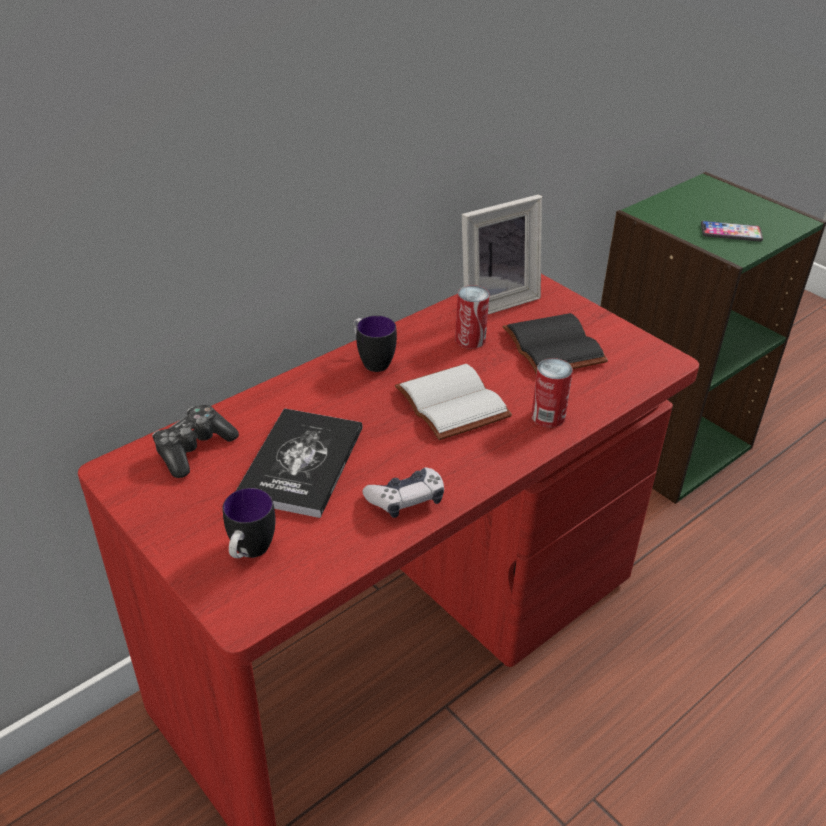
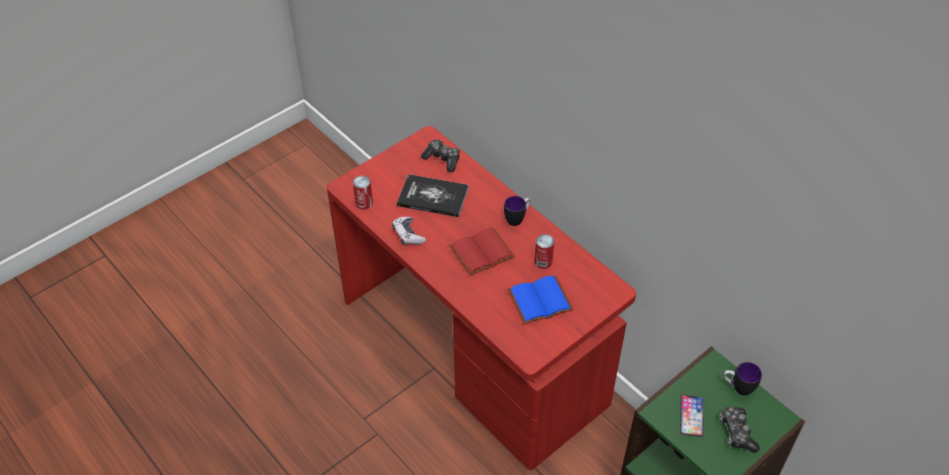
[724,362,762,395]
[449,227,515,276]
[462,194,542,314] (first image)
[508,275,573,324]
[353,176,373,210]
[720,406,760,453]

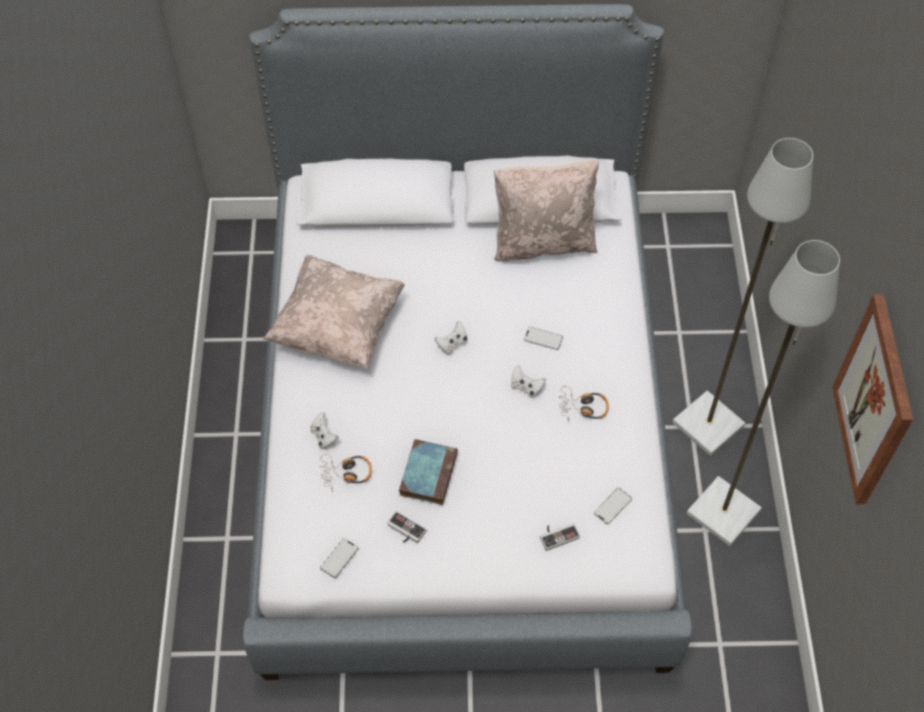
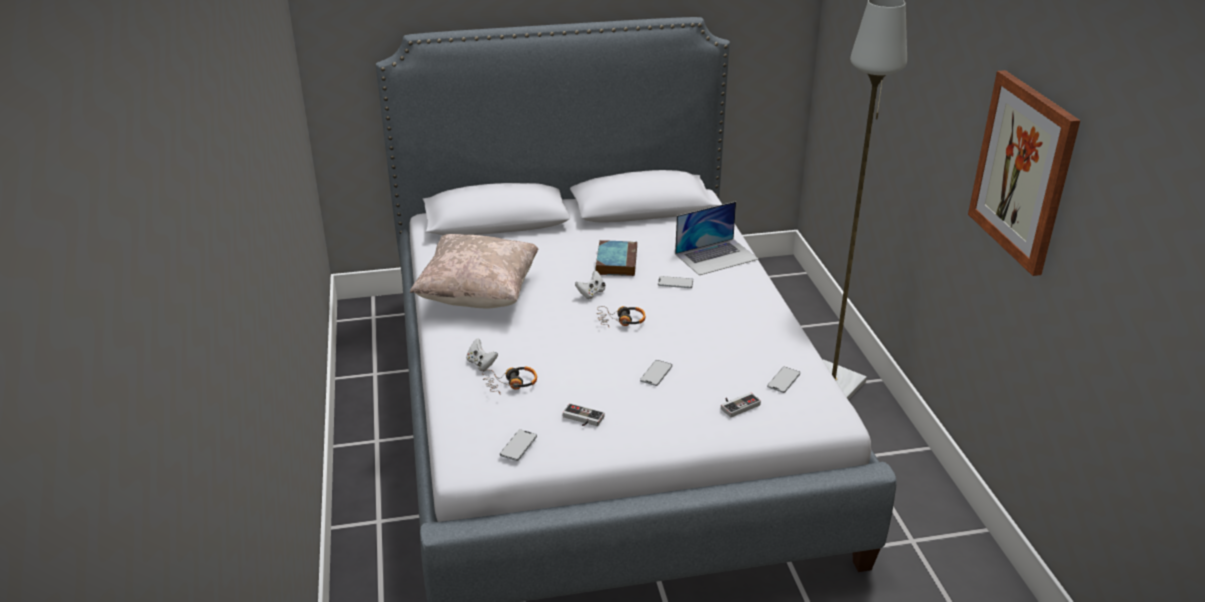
[595,240,637,276]
[494,160,599,261] (first image)
[511,365,546,398] (first image)
[596,306,646,327]
[686,240,840,546] (first image)
[640,360,672,386]
[675,201,759,275]

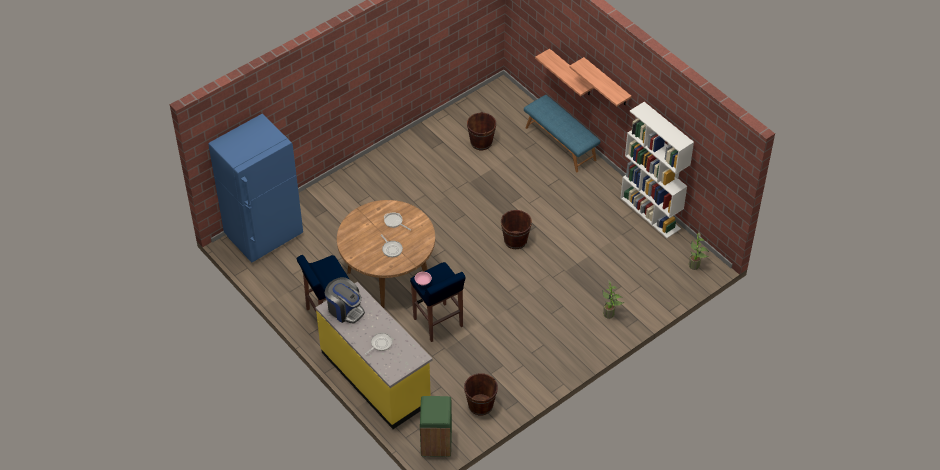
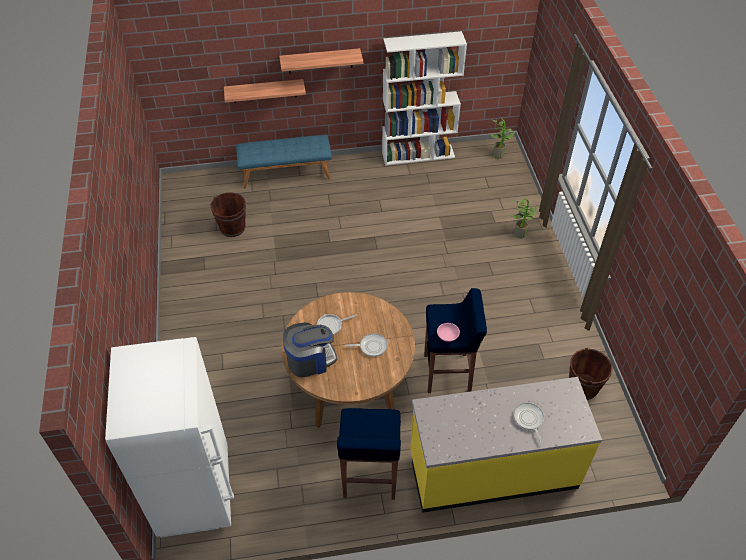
[105,337,234,537]
[283,323,337,377]
[420,396,452,457] (first image)
[501,210,532,249] (first image)

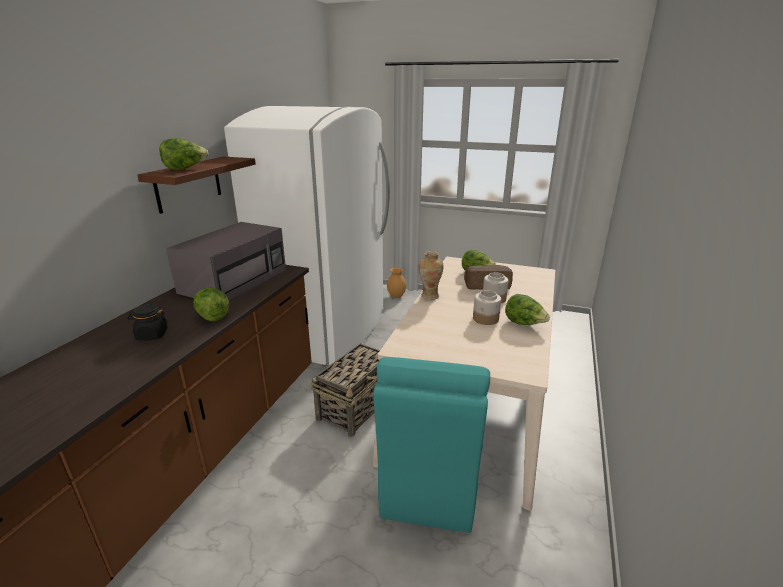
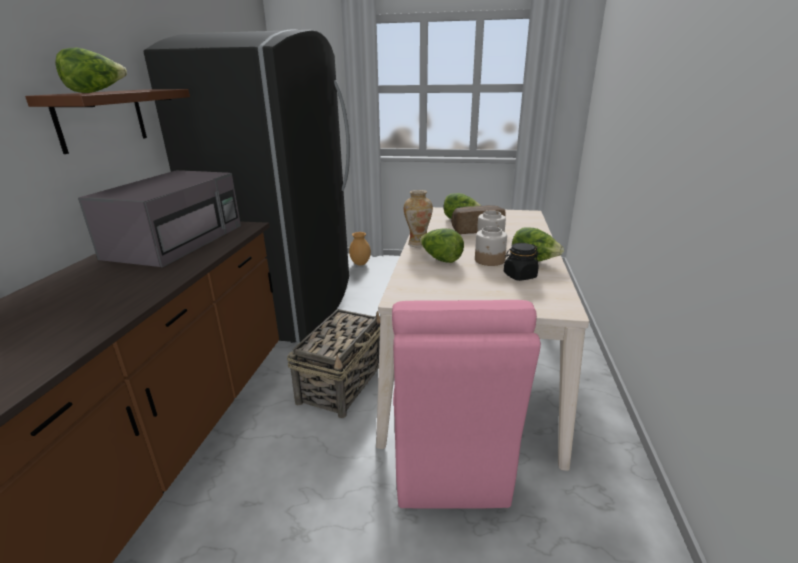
[504,243,539,281]
[419,229,464,263]
[144,29,350,343]
[392,300,541,509]

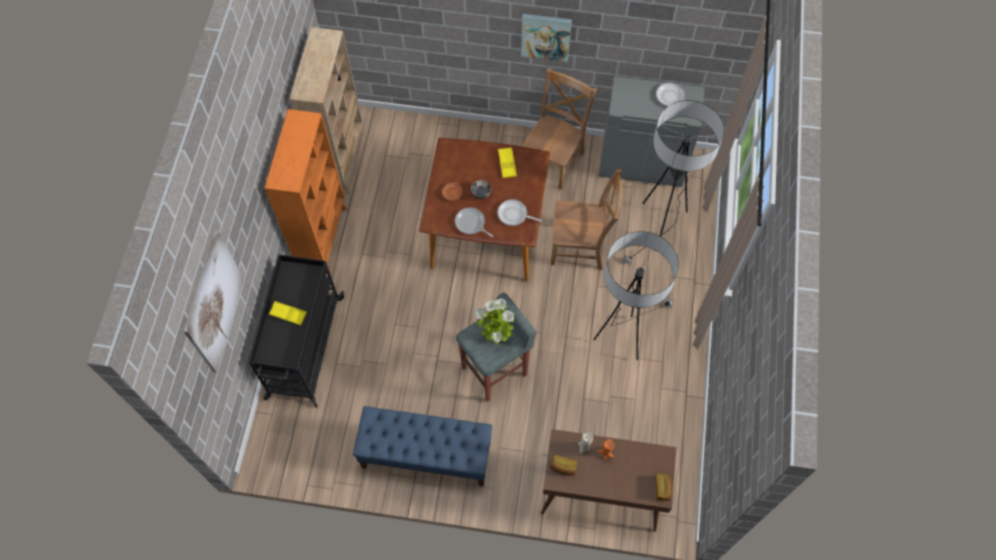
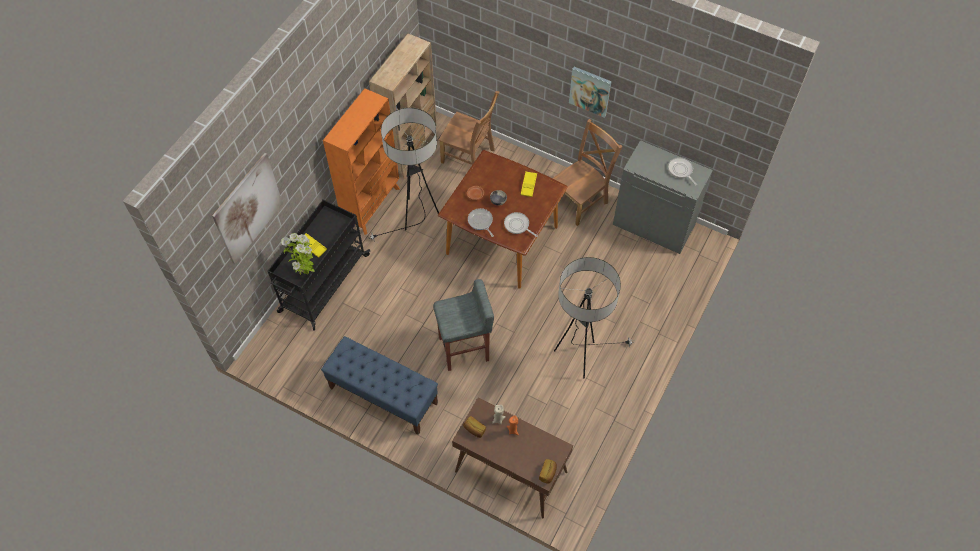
[281,233,315,275]
[439,91,500,165]
[368,108,439,241]

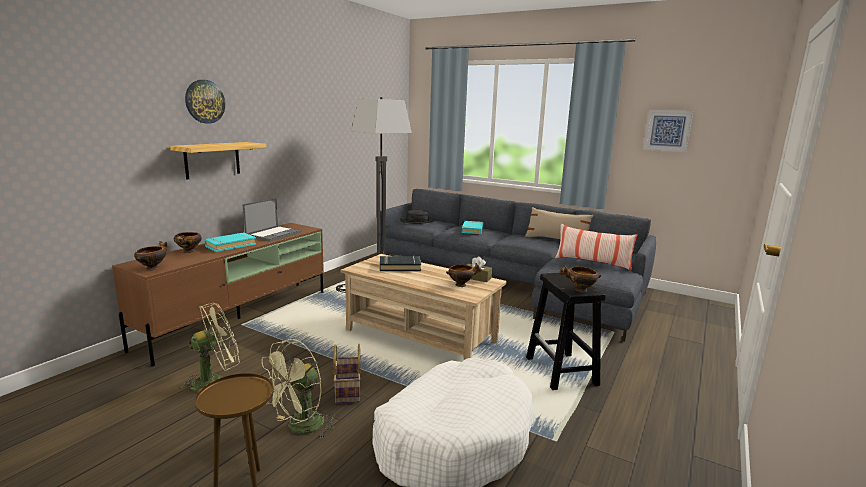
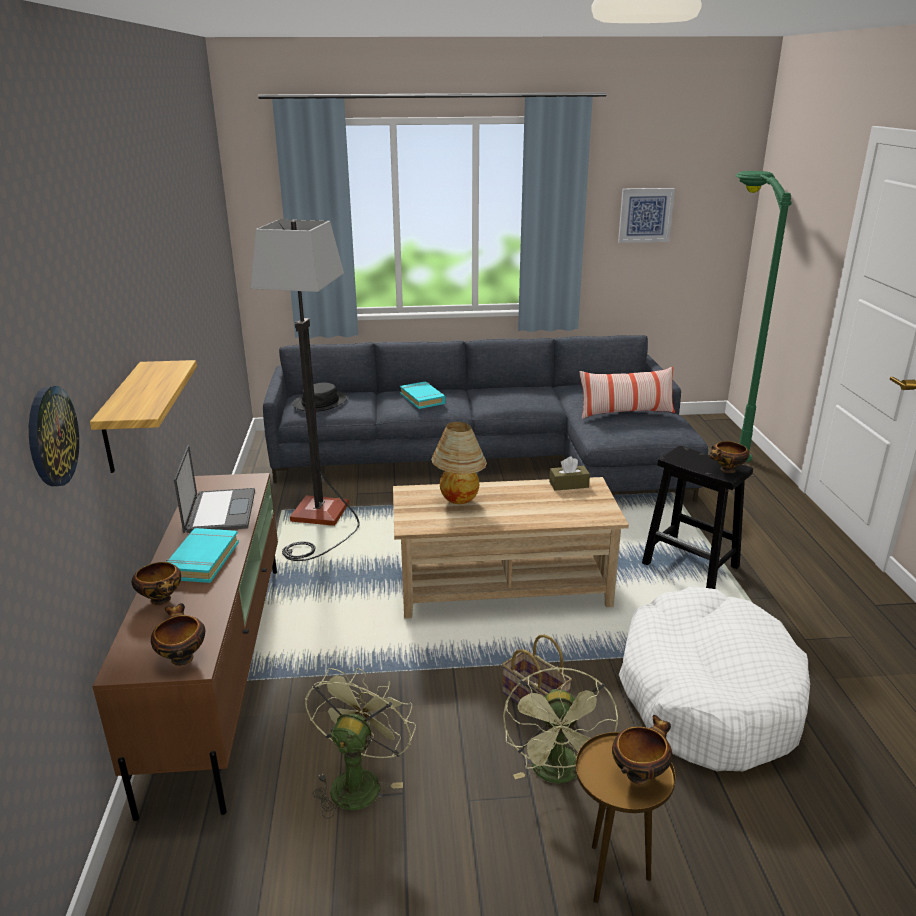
[29,386,79,486]
[431,422,487,504]
[612,715,672,785]
[525,207,593,240] (first image)
[735,171,792,462]

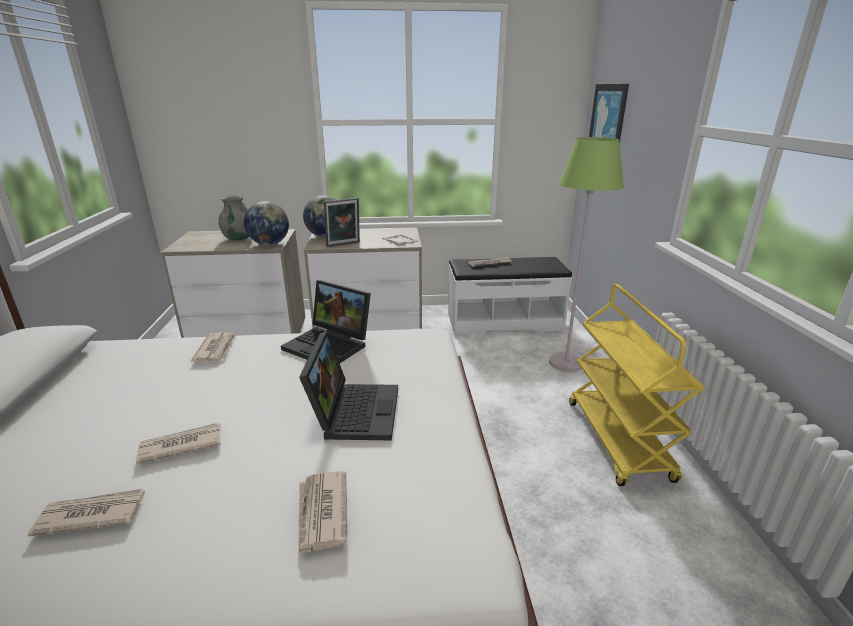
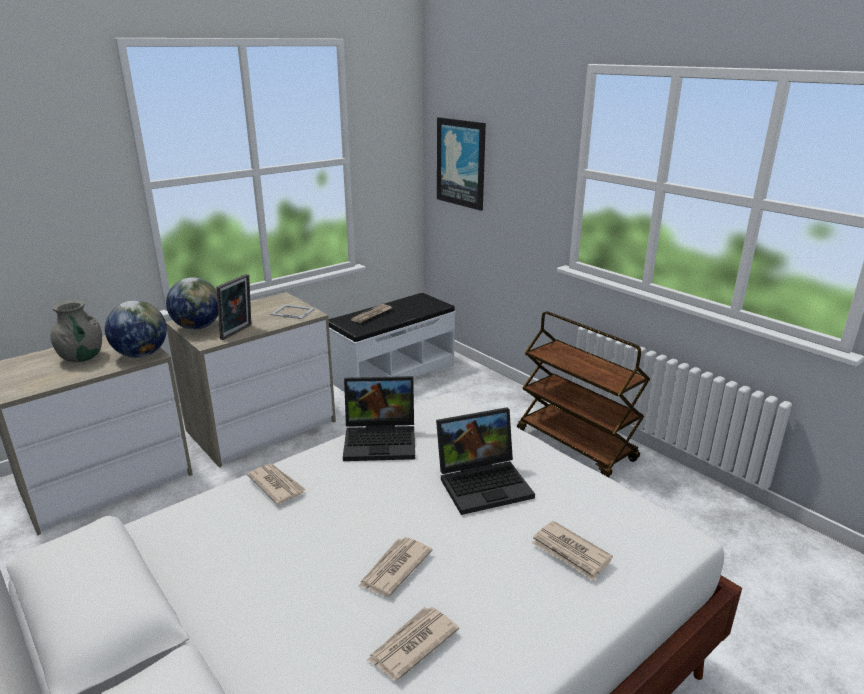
[436,407,535,515]
[549,137,624,372] (first image)
[517,311,650,477]

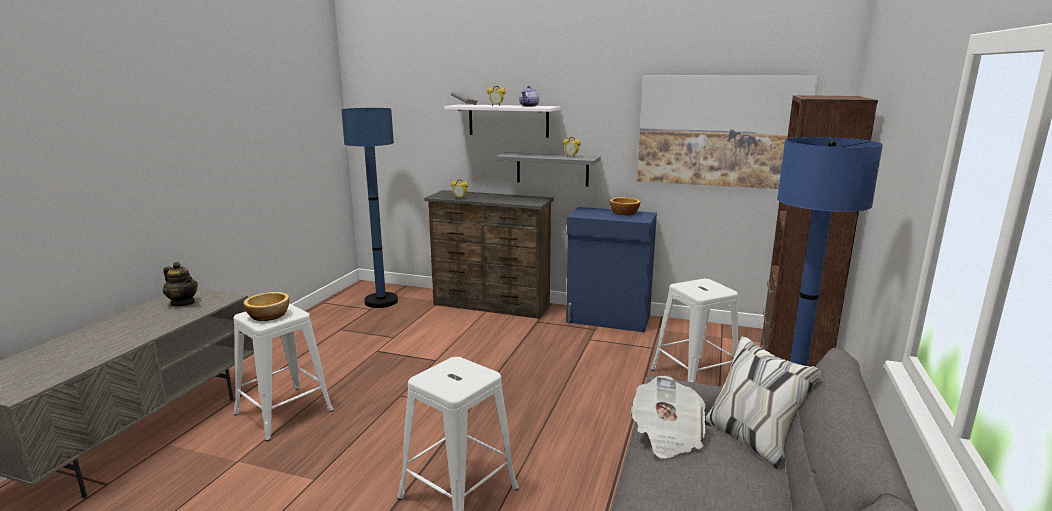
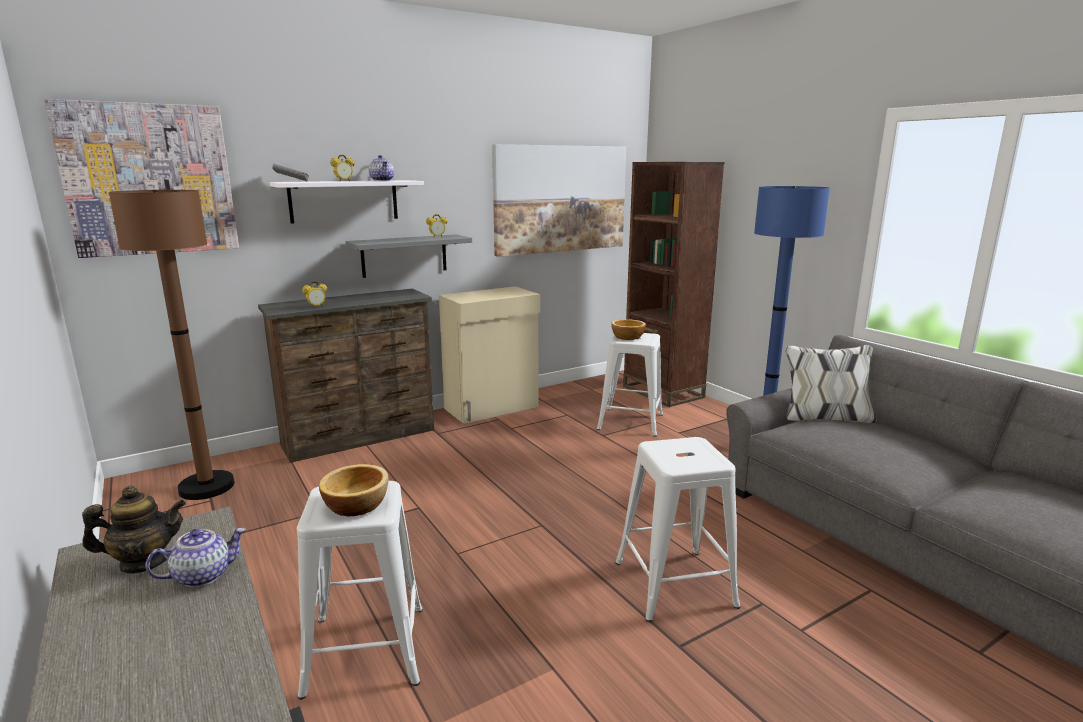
[109,190,235,500]
[439,286,540,424]
[611,319,646,340]
[630,376,705,458] (first image)
[44,99,239,258]
[145,528,246,587]

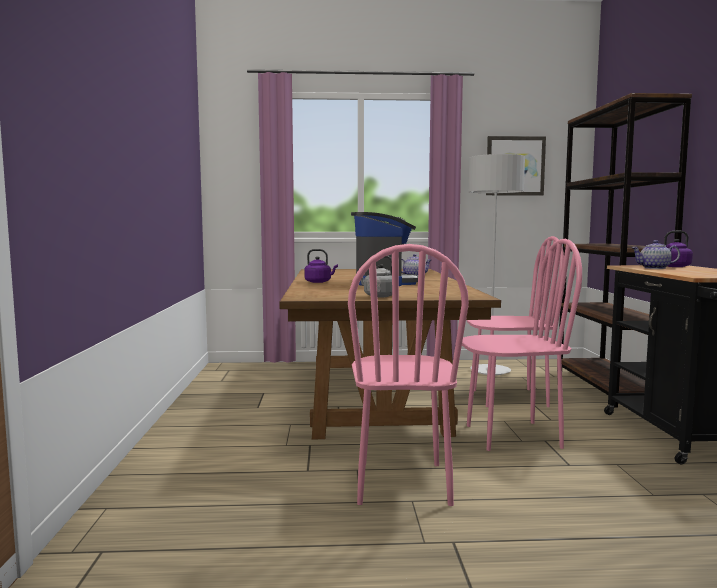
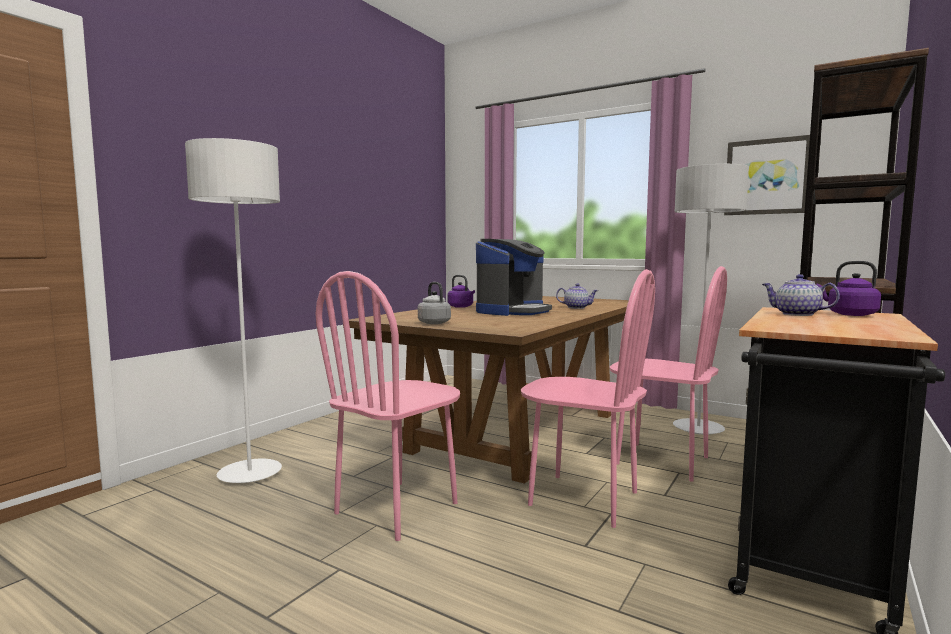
[185,138,282,483]

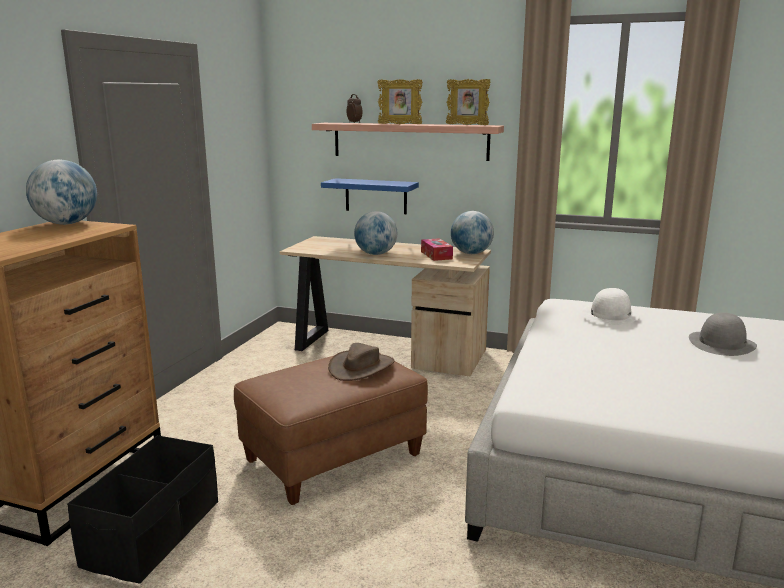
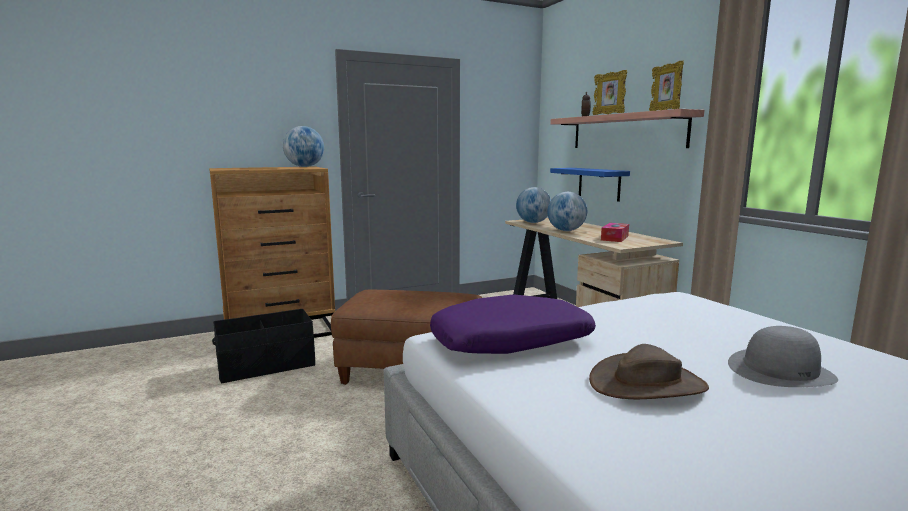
[589,344,709,399]
[516,187,551,223]
[582,288,640,325] (first image)
[430,294,596,354]

